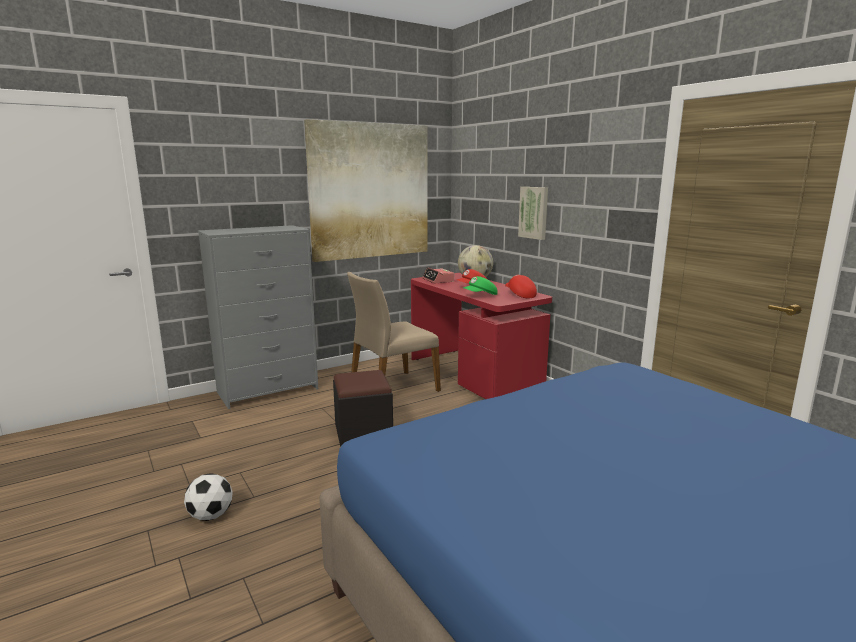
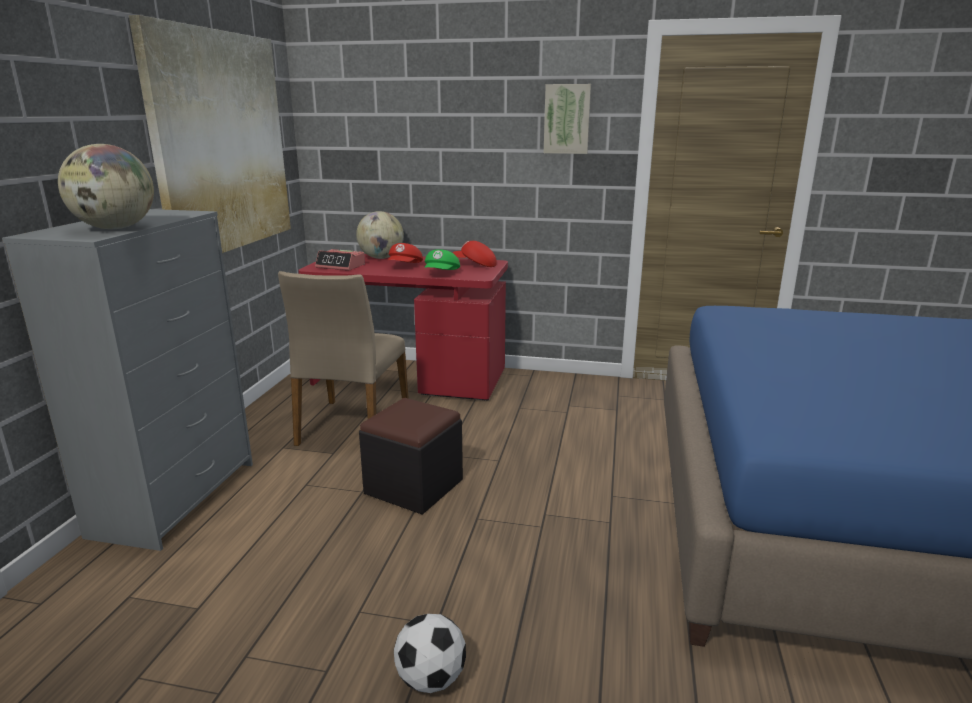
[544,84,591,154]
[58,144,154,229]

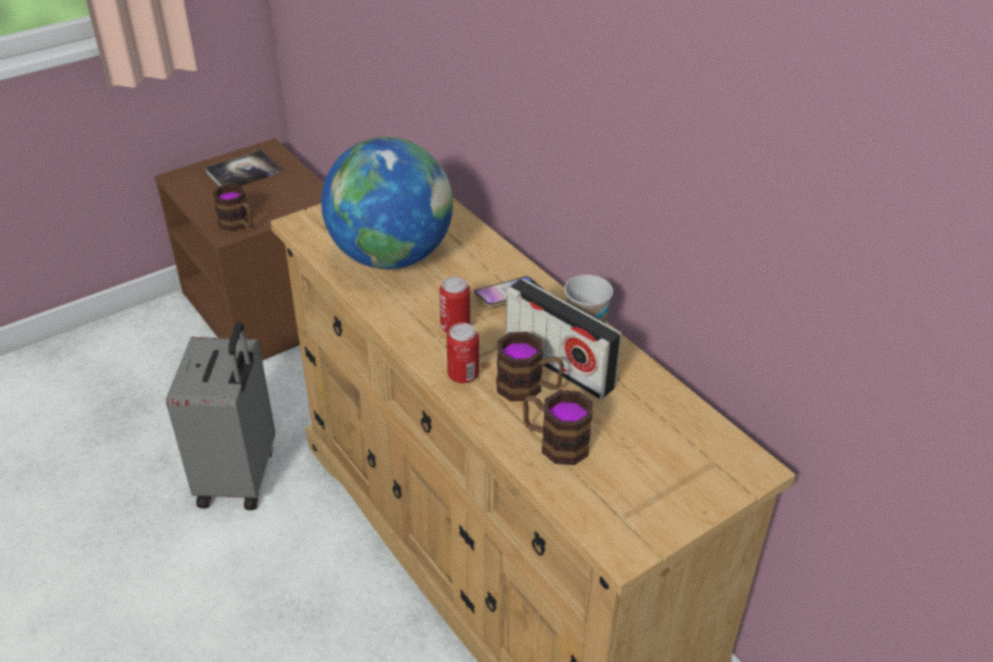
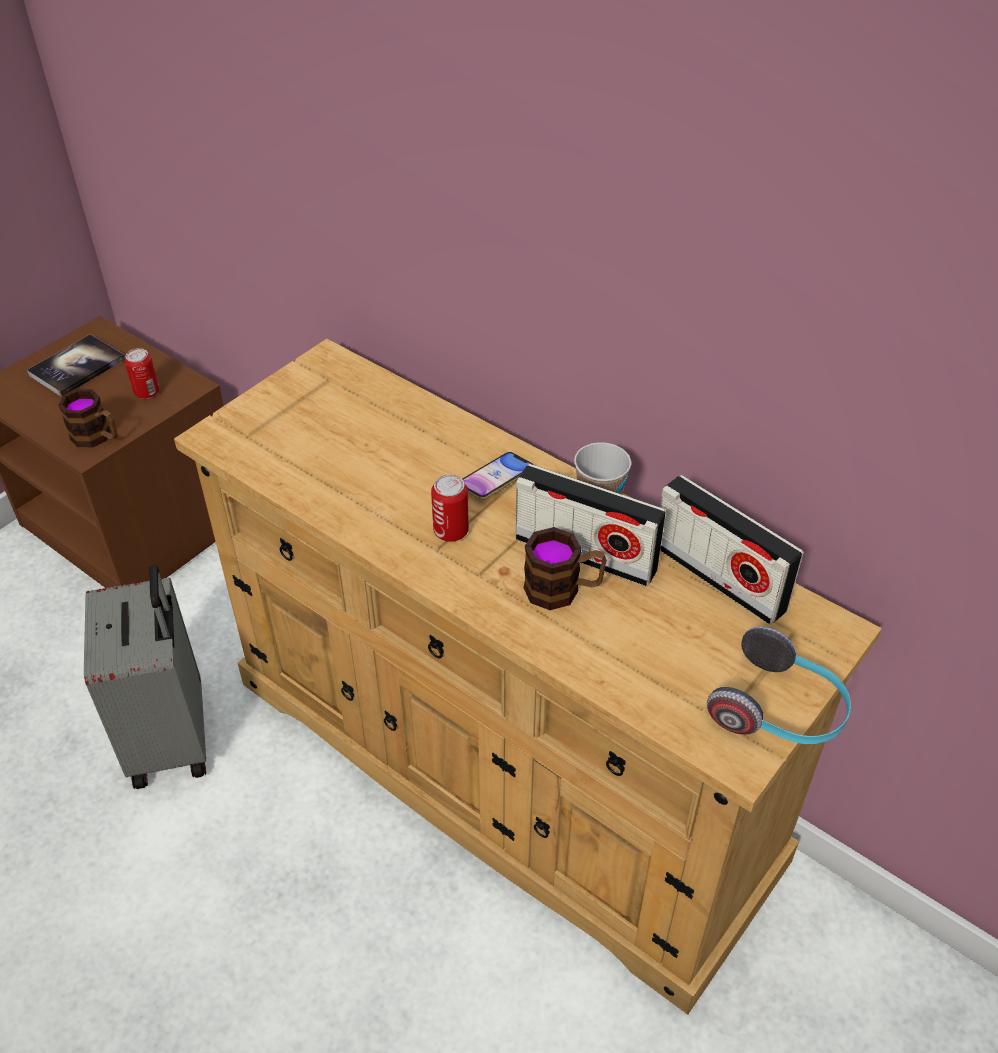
[321,137,453,269] (first image)
[125,348,159,399]
[523,390,593,465] (first image)
[660,475,804,625]
[707,627,851,744]

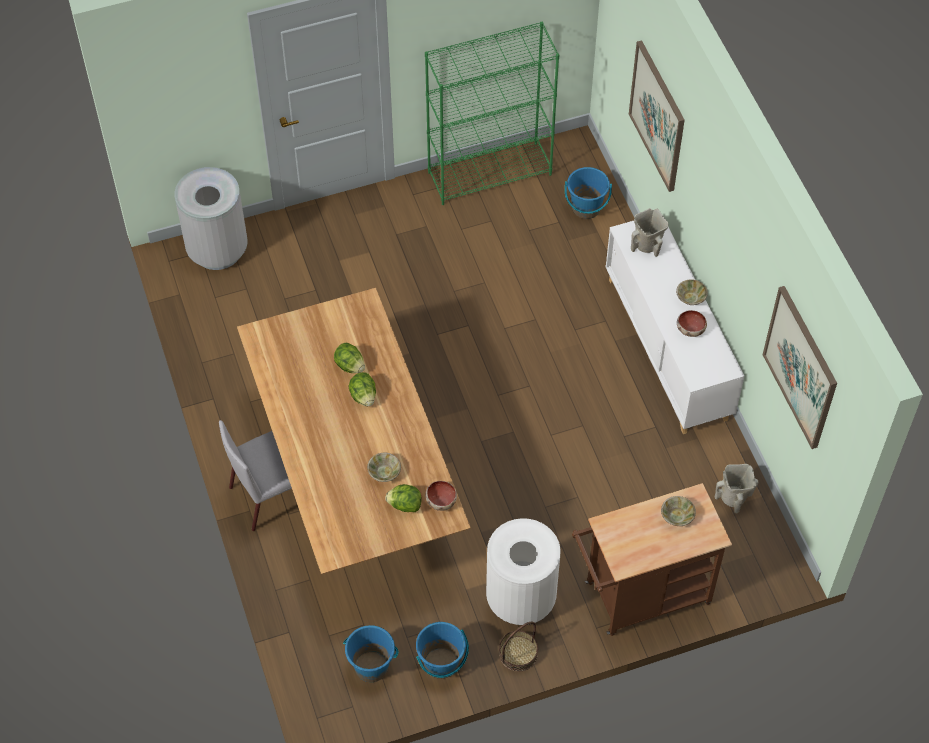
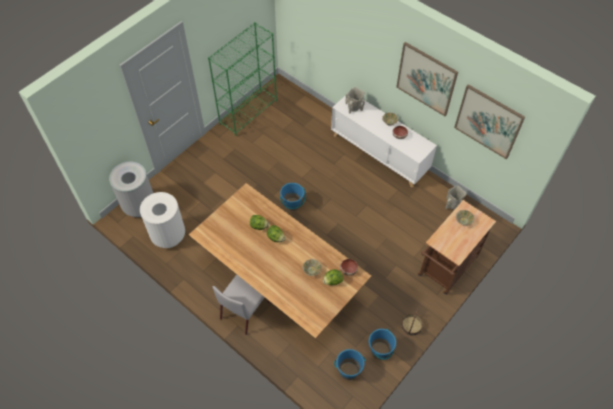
[140,192,185,248]
[280,183,306,211]
[396,42,458,116]

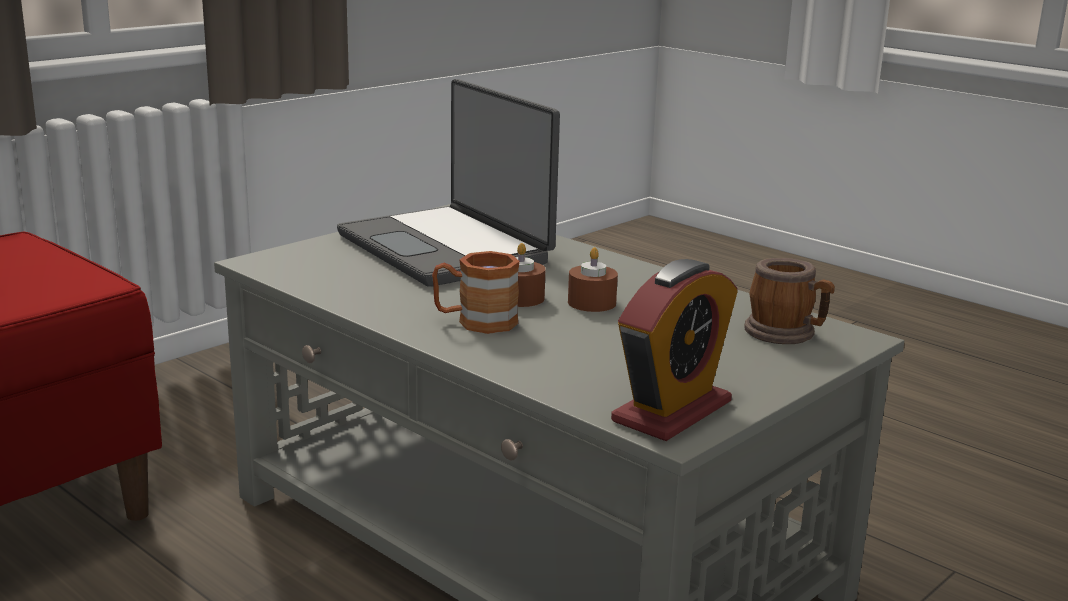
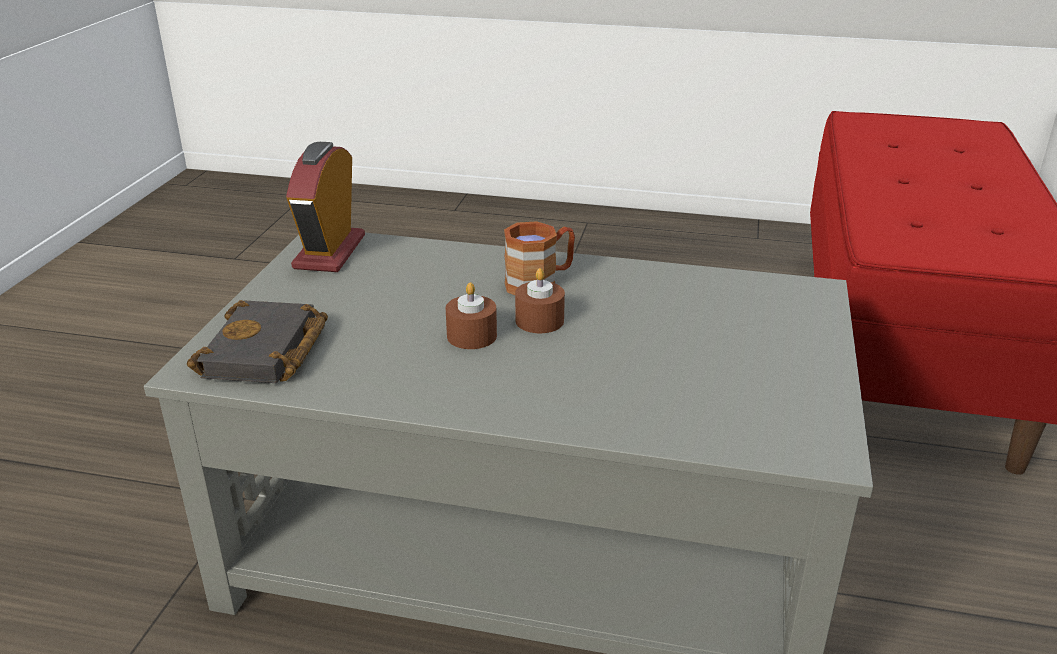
[337,79,560,287] (first image)
[187,300,328,383]

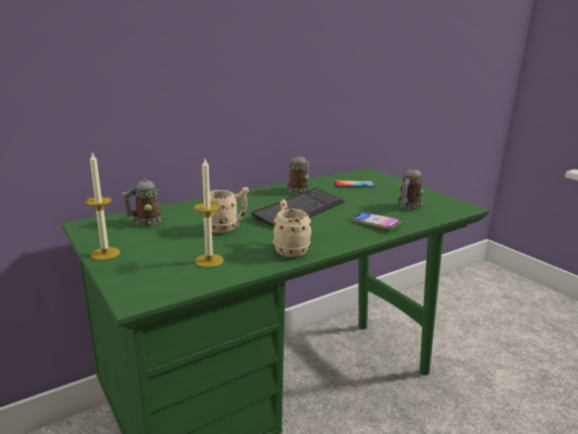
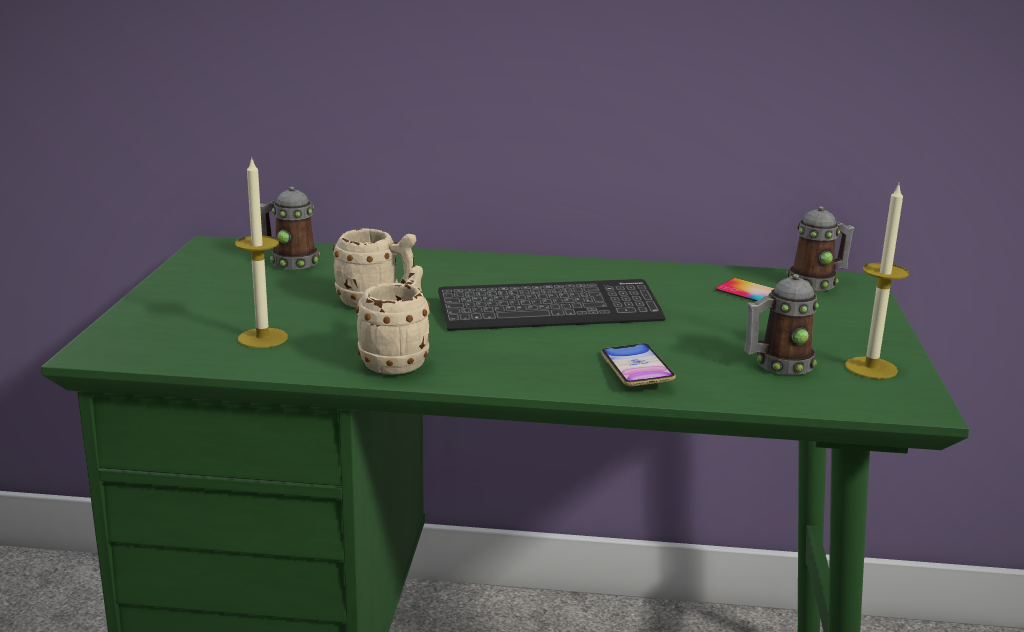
[845,184,909,379]
[787,206,855,291]

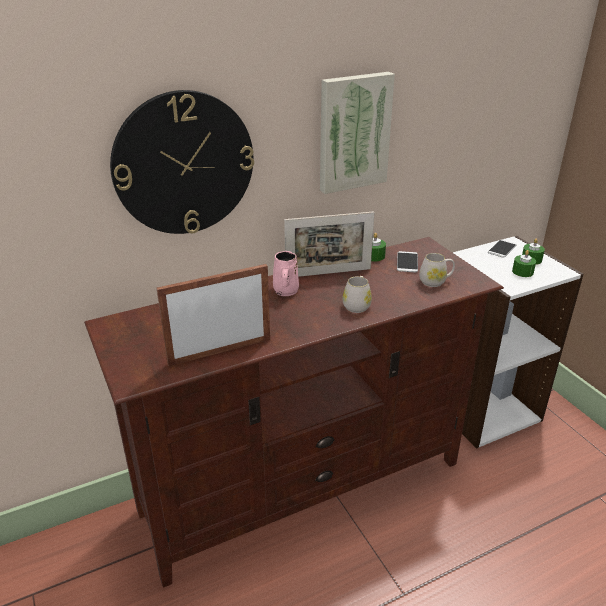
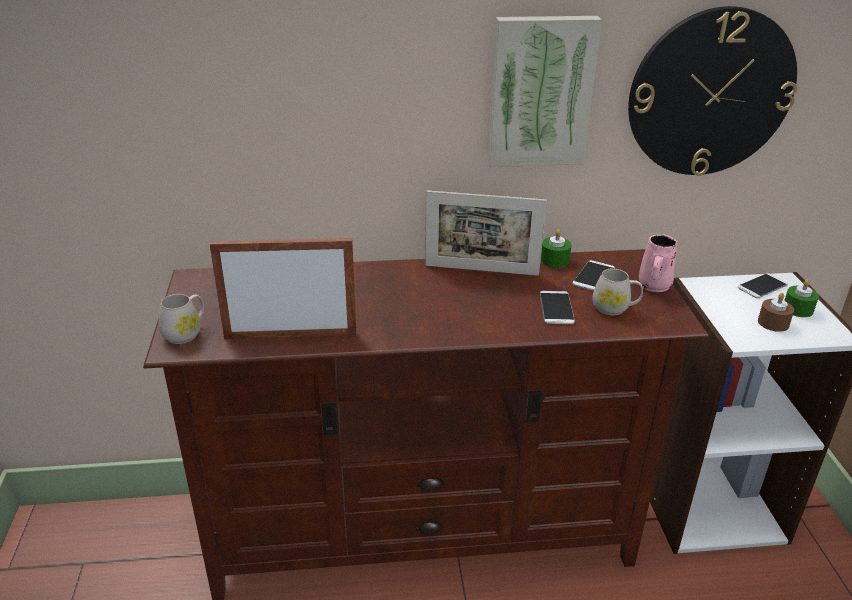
[628,6,797,176]
[639,234,678,292]
[158,294,204,344]
[758,293,794,332]
[540,291,575,324]

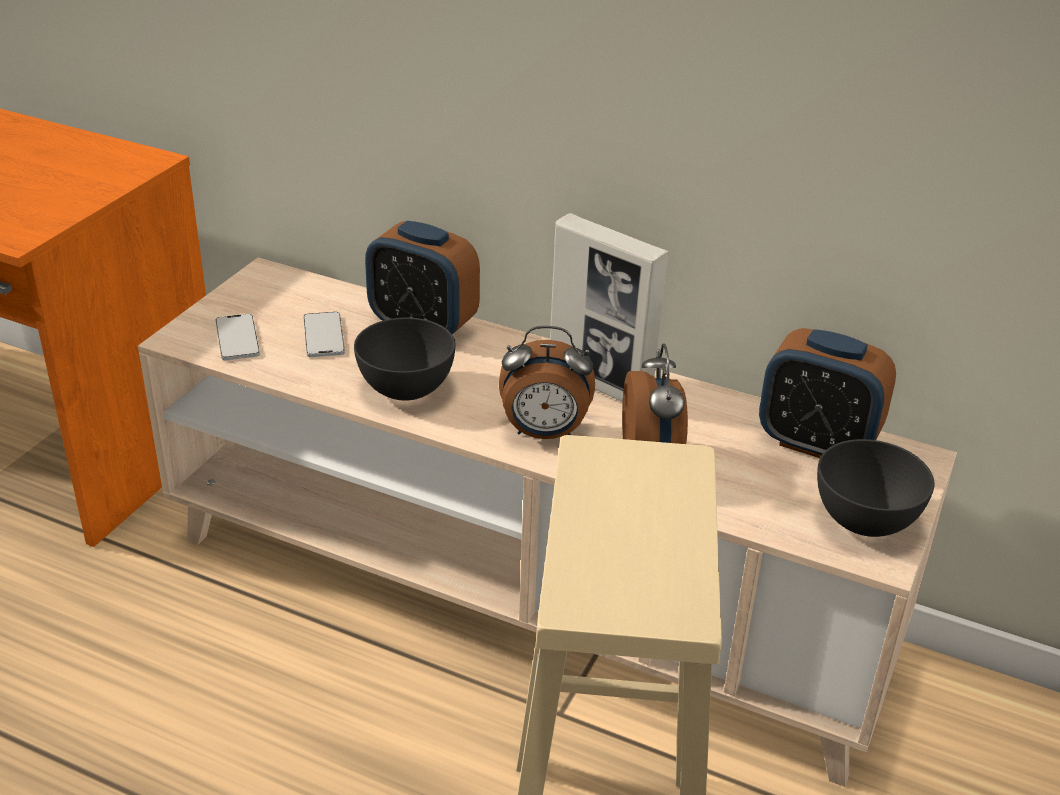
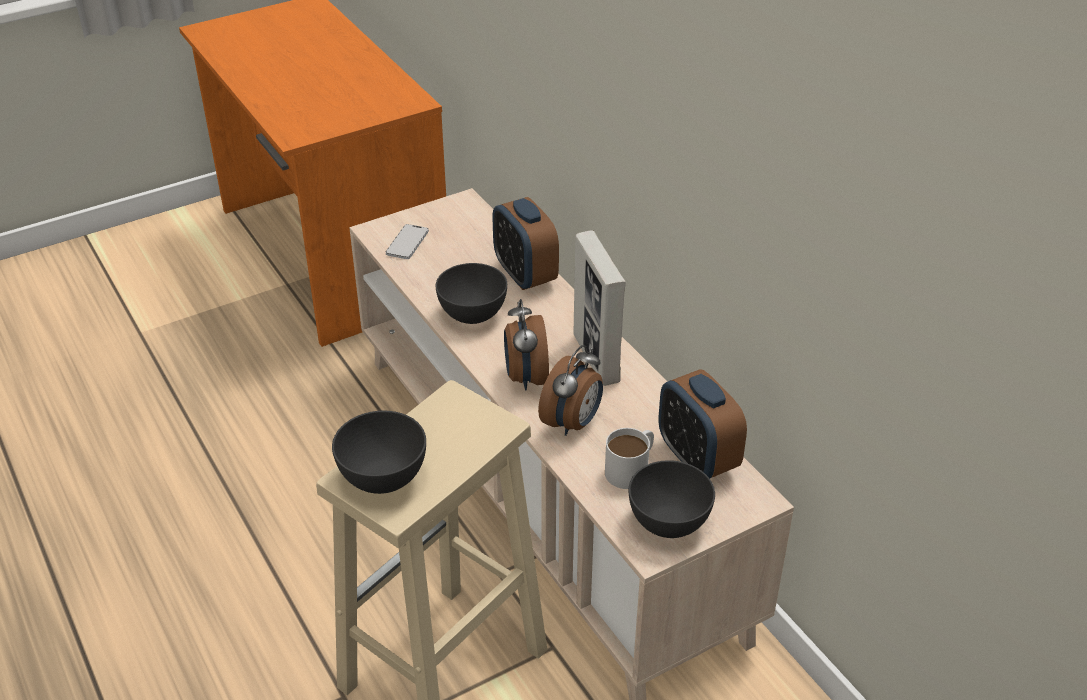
[303,312,345,357] (first image)
[504,299,549,390]
[332,411,426,494]
[605,428,654,489]

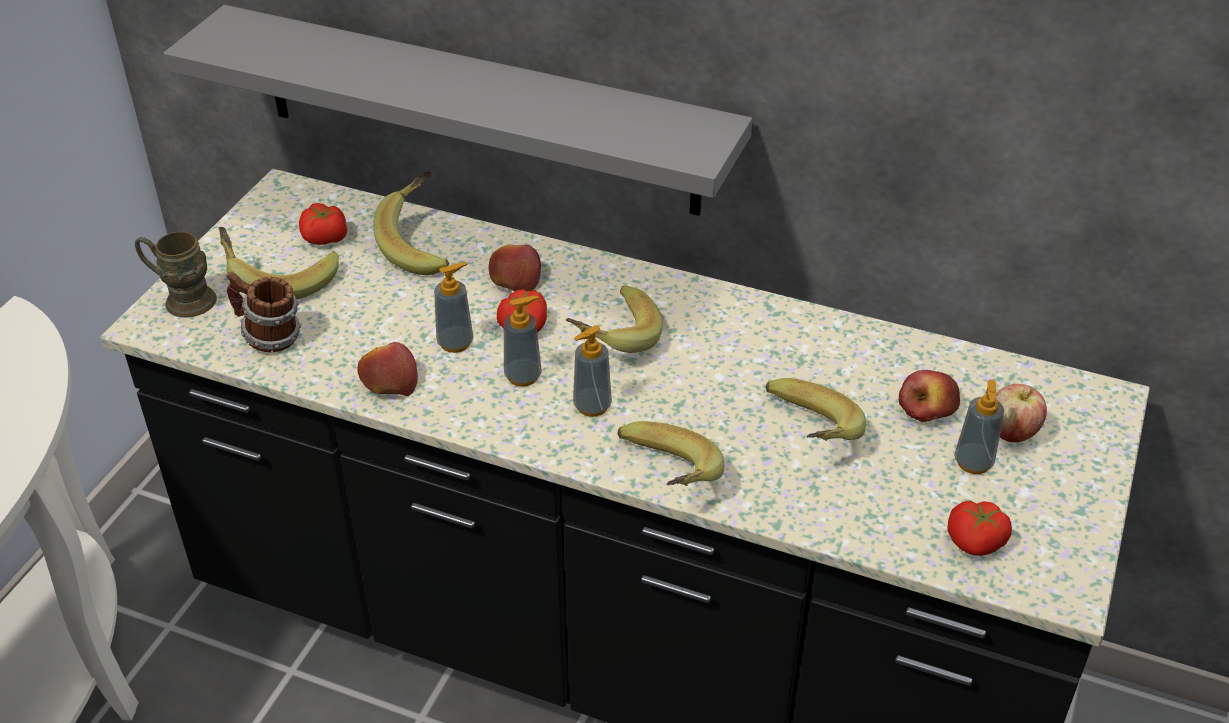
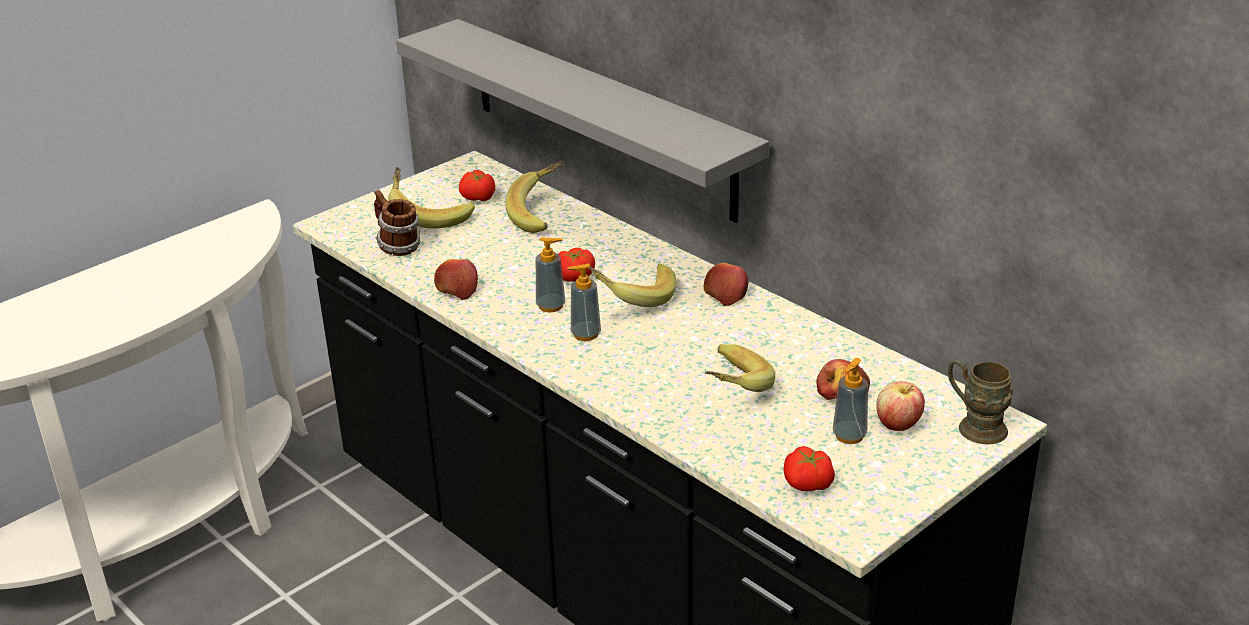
[948,359,1013,444]
[434,262,473,353] (first image)
[704,263,748,306]
[617,421,725,486] (first image)

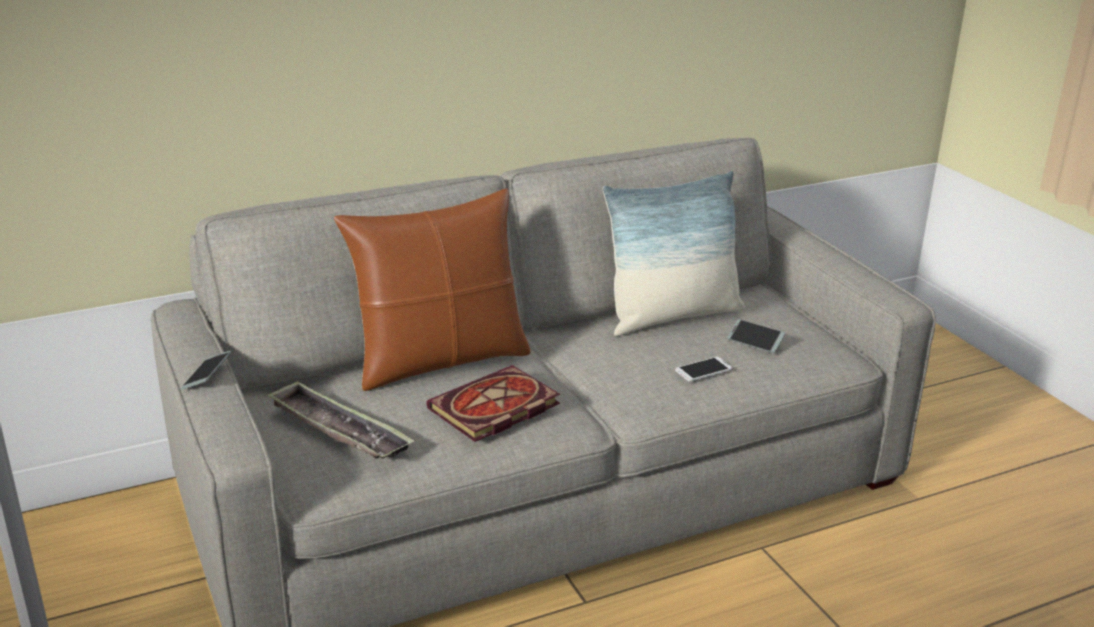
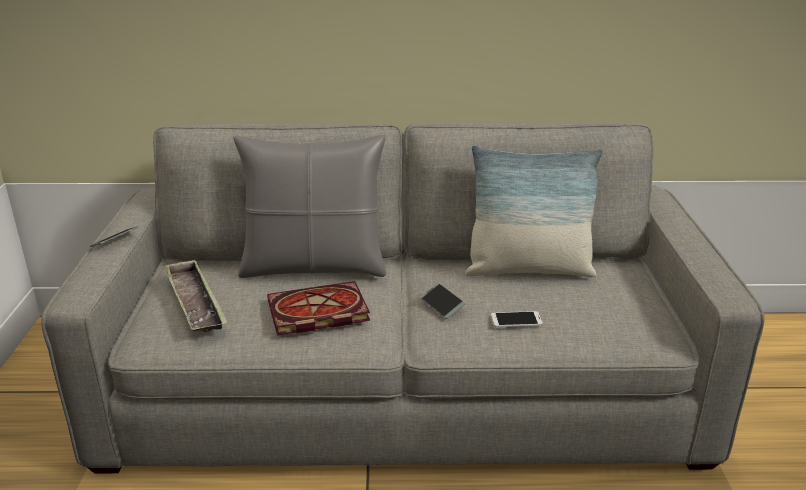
[233,135,386,278]
[420,283,465,319]

